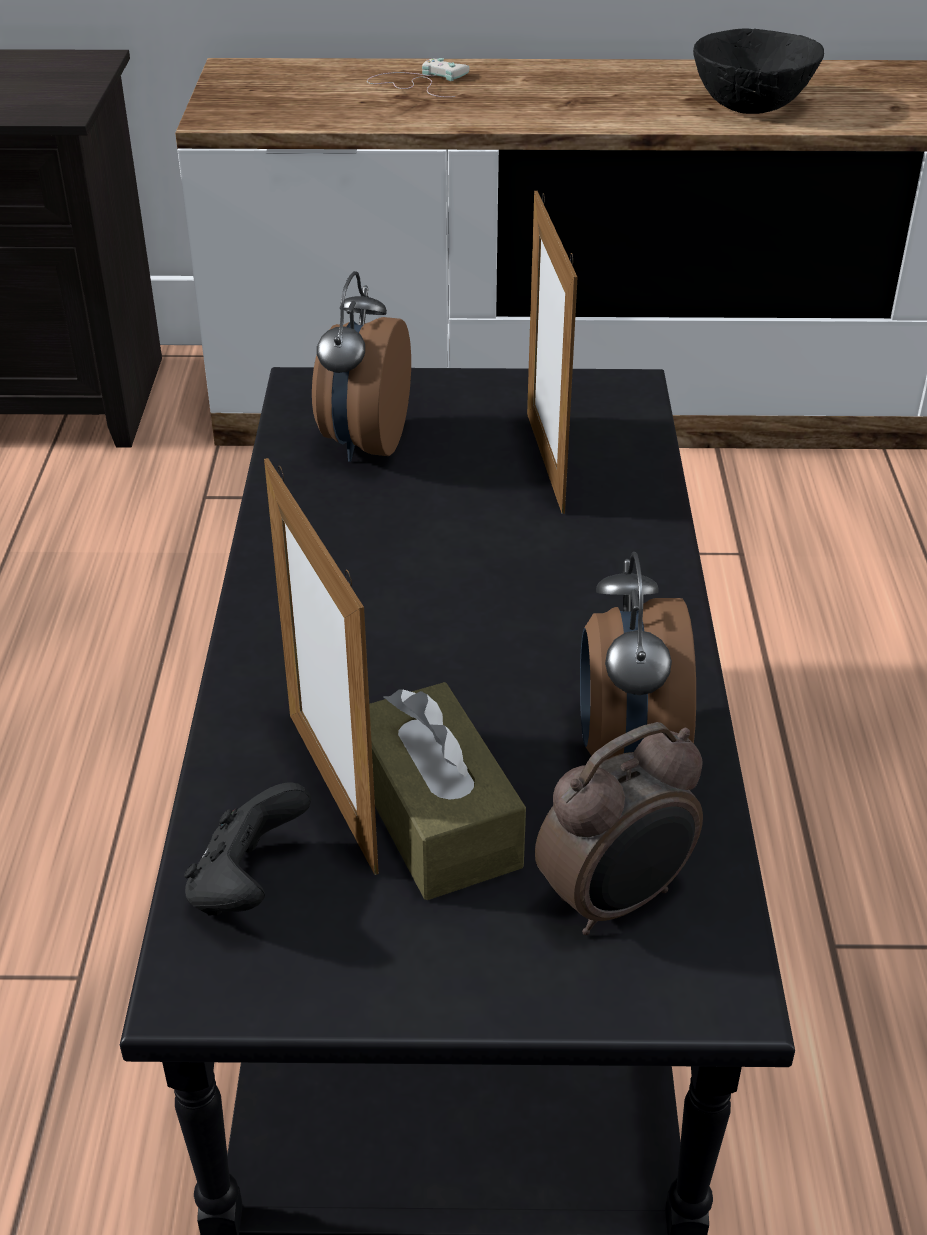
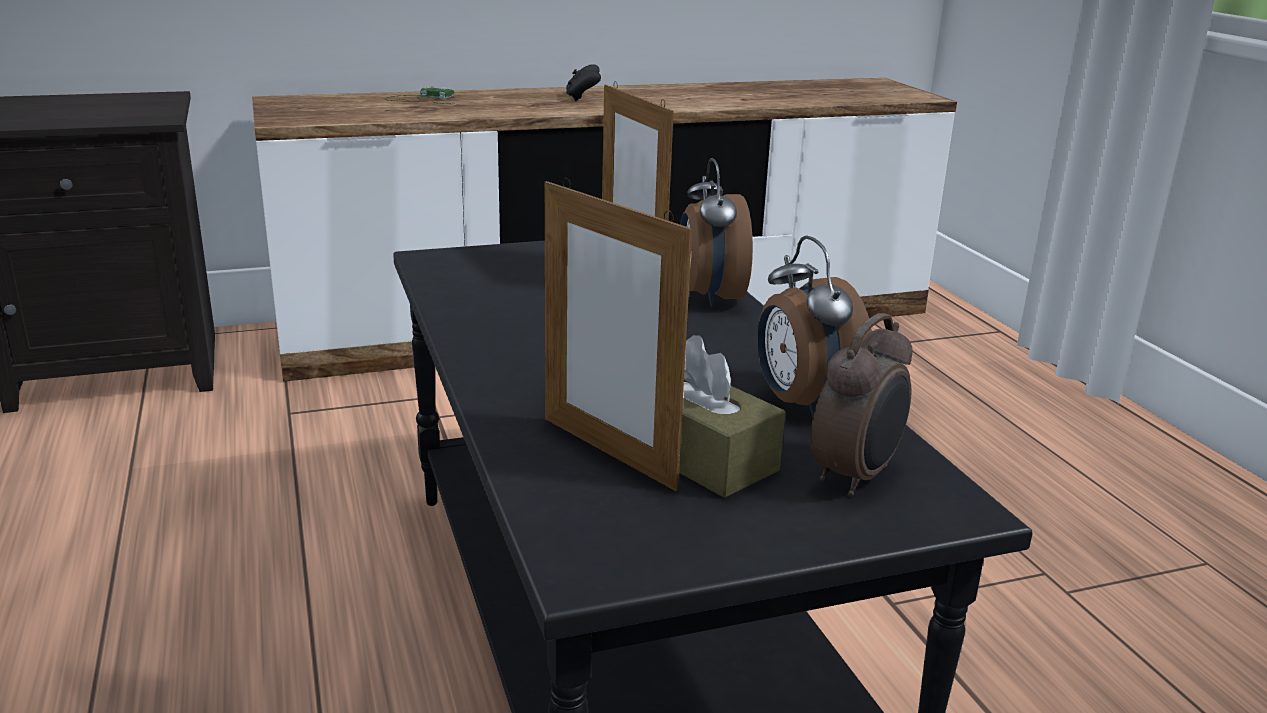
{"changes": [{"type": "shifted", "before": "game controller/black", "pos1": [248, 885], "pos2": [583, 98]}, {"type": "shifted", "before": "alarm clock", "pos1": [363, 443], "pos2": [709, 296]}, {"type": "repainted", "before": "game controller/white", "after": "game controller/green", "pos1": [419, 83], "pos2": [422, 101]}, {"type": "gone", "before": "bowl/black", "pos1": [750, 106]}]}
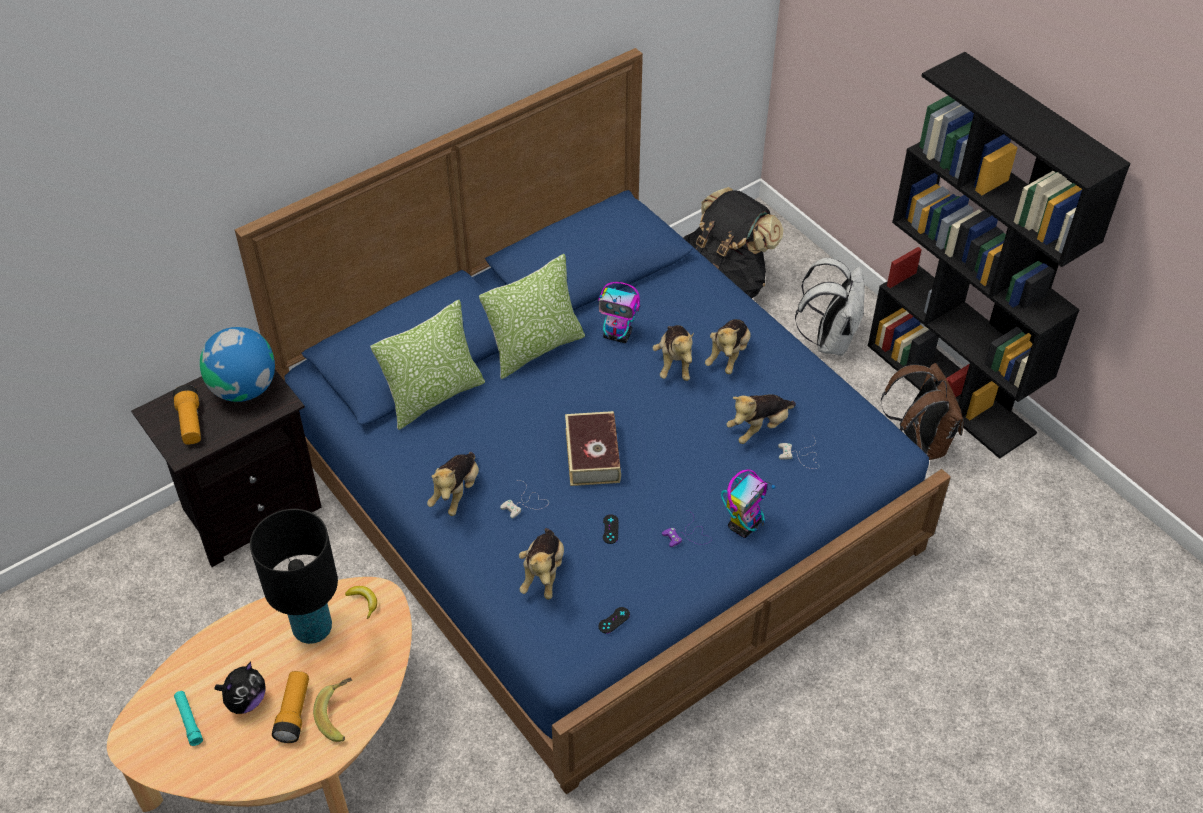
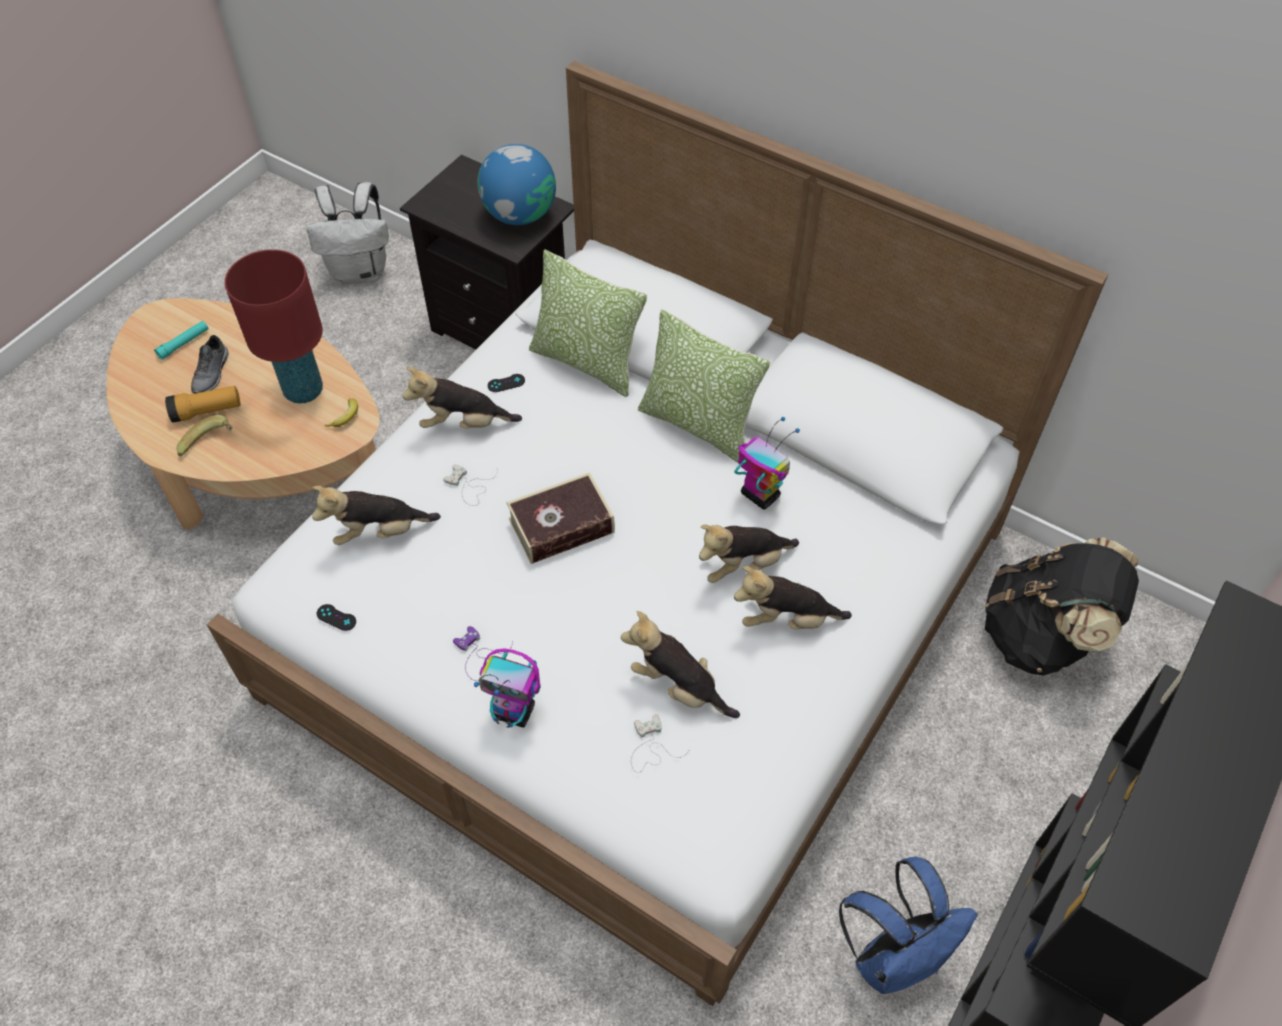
{"changes": [{"type": "gone", "before": "flashlight", "pos1": [190, 423]}, {"type": "swapped", "before": "plush toy", "after": "shoe/grey", "pos1": [245, 701], "pos2": [212, 373]}, {"type": "repainted", "before": "bed/blue", "after": "bed/white", "pos1": [600, 496], "pos2": [641, 608]}, {"type": "repainted", "before": "table lamp/black", "after": "table lamp/red", "pos1": [313, 628], "pos2": [304, 390]}, {"type": "rotated", "before": "toy robot", "pos1": [618, 335], "pos2": [759, 495], "turn": 135}, {"type": "shifted", "before": "game controller/black", "pos1": [610, 529], "pos2": [506, 383]}, {"type": "shifted", "before": "backpack/white", "pos1": [830, 340], "pos2": [361, 271]}, {"type": "repainted", "before": "backpack/brown", "after": "backpack/blue", "pos1": [919, 443], "pos2": [893, 955]}]}
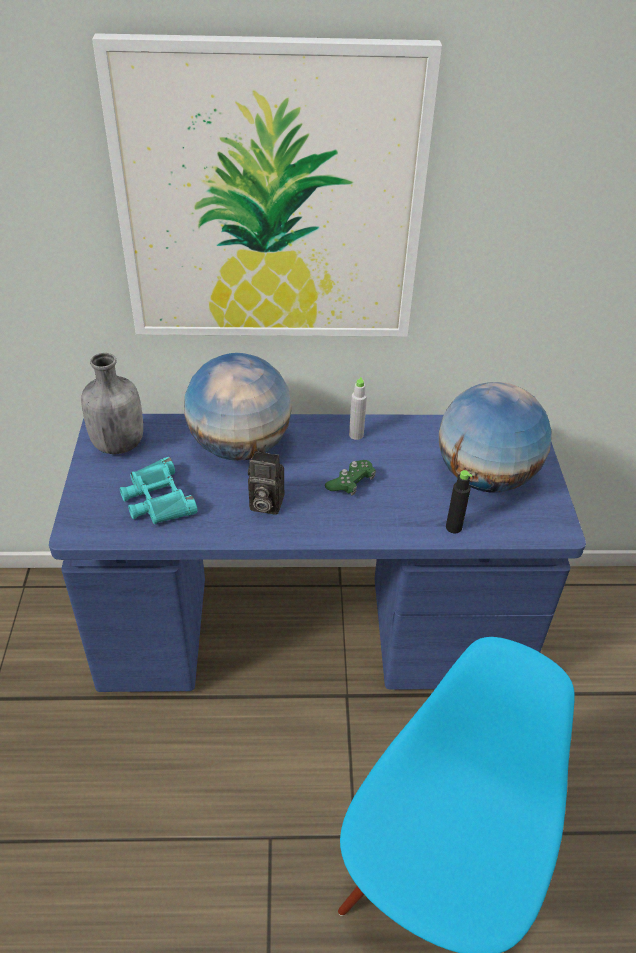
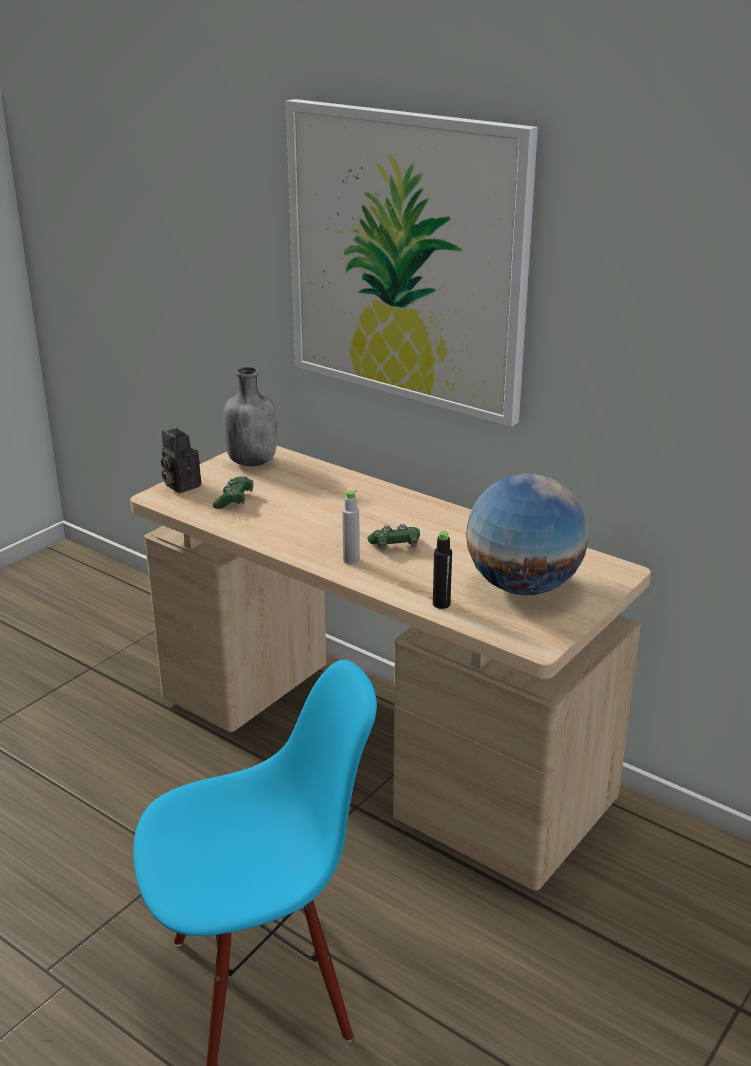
{"changes": [{"type": "repainted", "before": "desk/blue", "after": "desk/beige", "pos1": [312, 634], "pos2": [376, 749]}, {"type": "swapped", "before": "binoculars/turquoise", "after": "game controller/green", "pos1": [157, 499], "pos2": [234, 500]}, {"type": "gone", "before": "globe", "pos1": [240, 446]}, {"type": "shifted", "before": "photo camera", "pos1": [264, 504], "pos2": [180, 485]}, {"type": "shifted", "before": "bottle/grey", "pos1": [356, 435], "pos2": [351, 560]}]}
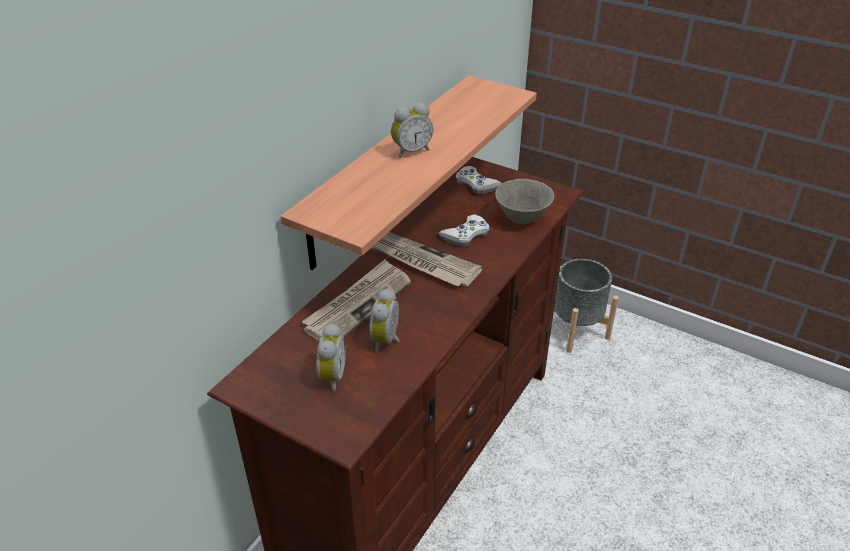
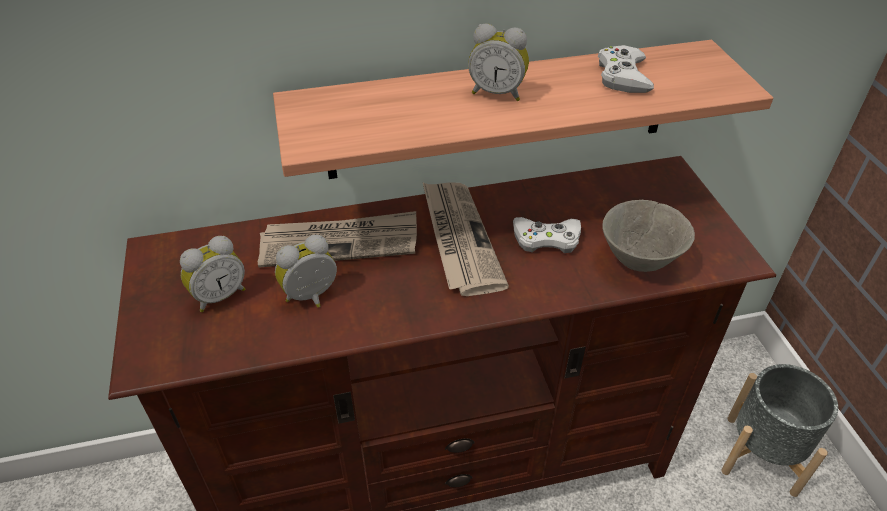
{"changes": [{"type": "shifted", "before": "game controller/white", "pos1": [476, 184], "pos2": [622, 76]}]}
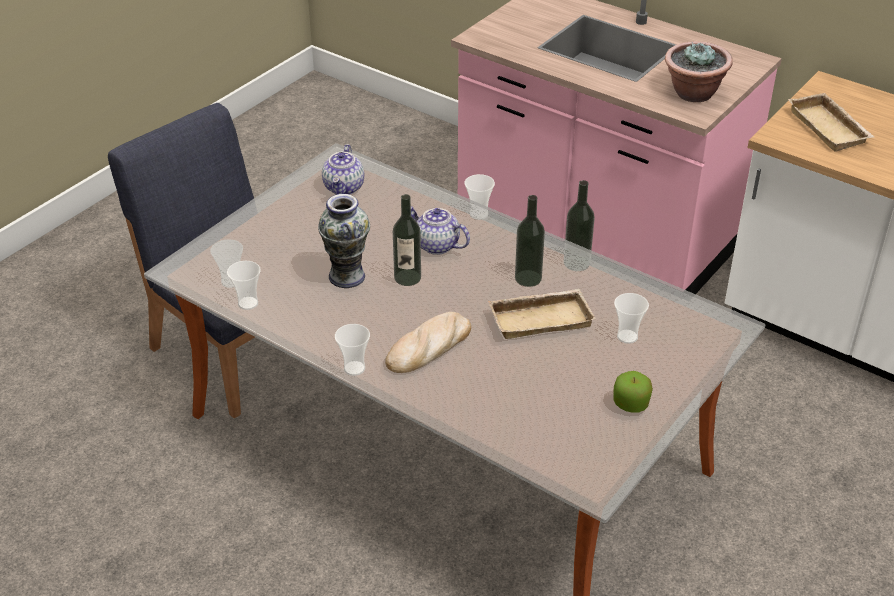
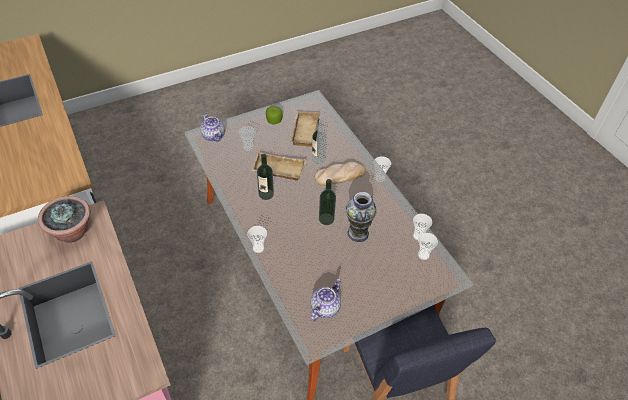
{"changes": [{"type": "shifted", "before": "teapot", "pos1": [436, 245], "pos2": [214, 136]}, {"type": "shifted", "before": "bottle", "pos1": [576, 263], "pos2": [318, 159]}, {"type": "shifted", "before": "tray/beige", "pos1": [830, 128], "pos2": [304, 131]}]}
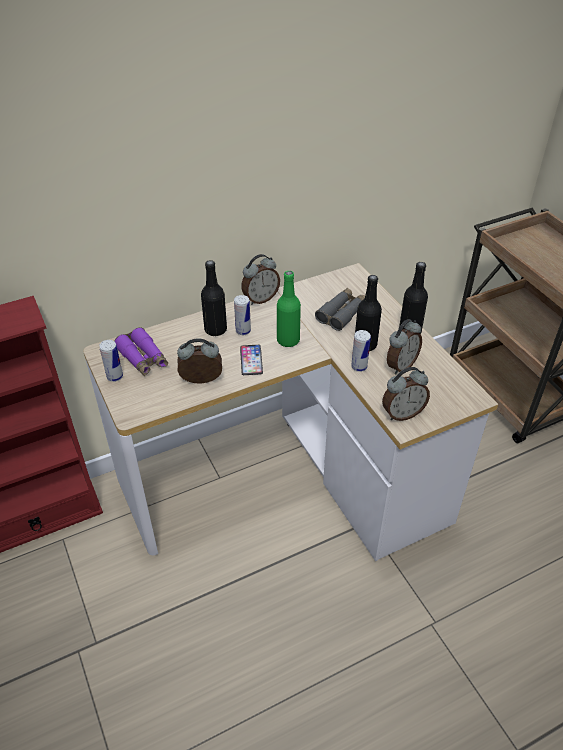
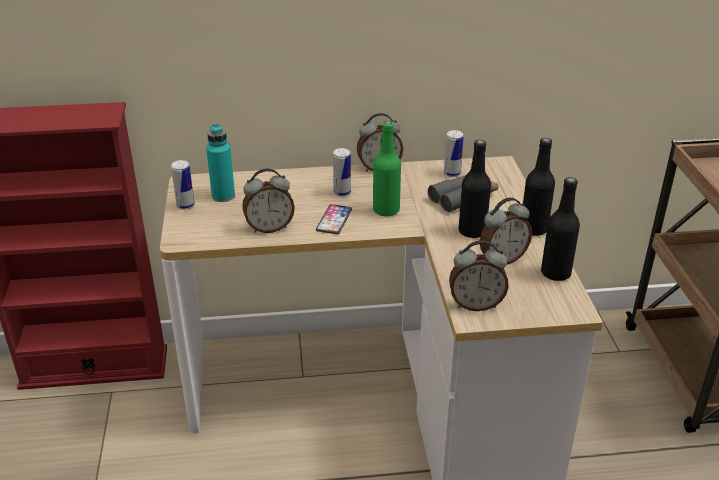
{"changes": [{"type": "swapped", "before": "binoculars/purple", "after": "bottle/turquoise", "pos1": [143, 358], "pos2": [223, 196]}, {"type": "rotated", "before": "alarm clock", "pos1": [201, 382], "pos2": [269, 228], "turn": 150}, {"type": "shifted", "before": "bottle/black", "pos1": [215, 330], "pos2": [555, 273]}, {"type": "shifted", "before": "can", "pos1": [359, 367], "pos2": [452, 173]}]}
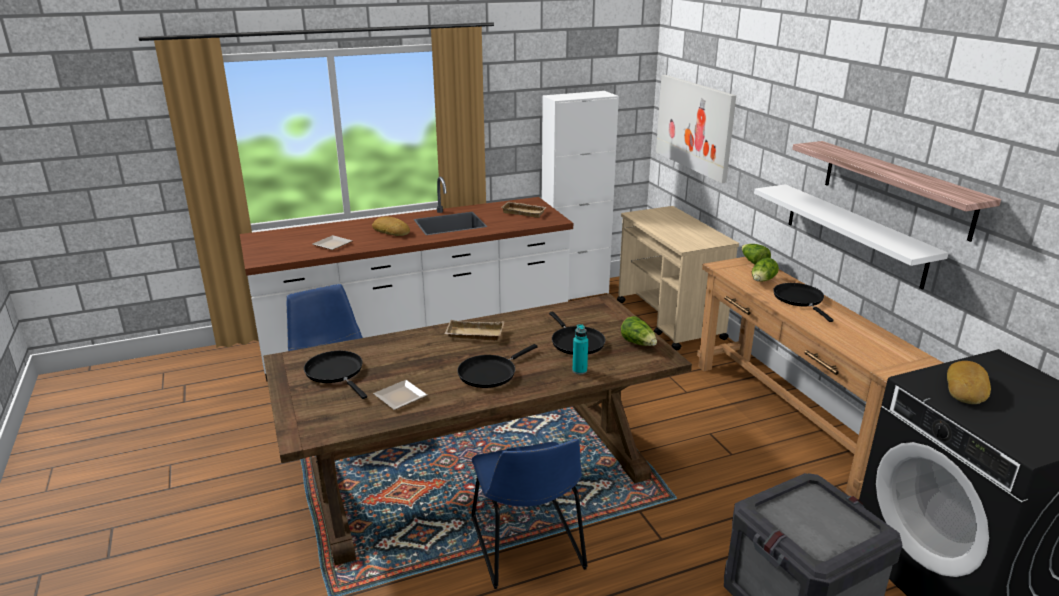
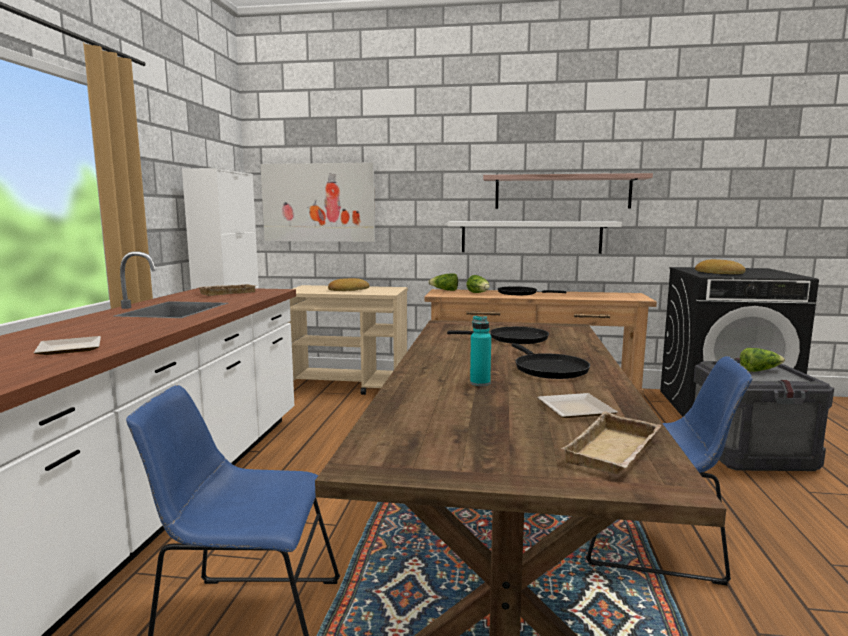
{"changes": [{"type": "gone", "before": "frying pan/black", "pos1": [336, 372]}, {"type": "shifted", "before": "bread", "pos1": [392, 231], "pos2": [348, 290]}, {"type": "shifted", "before": "tray/beige", "pos1": [473, 335], "pos2": [615, 453]}, {"type": "shifted", "before": "bottle/turquoise", "pos1": [579, 370], "pos2": [480, 383]}, {"type": "shifted", "before": "lettuce", "pos1": [638, 343], "pos2": [759, 370]}]}
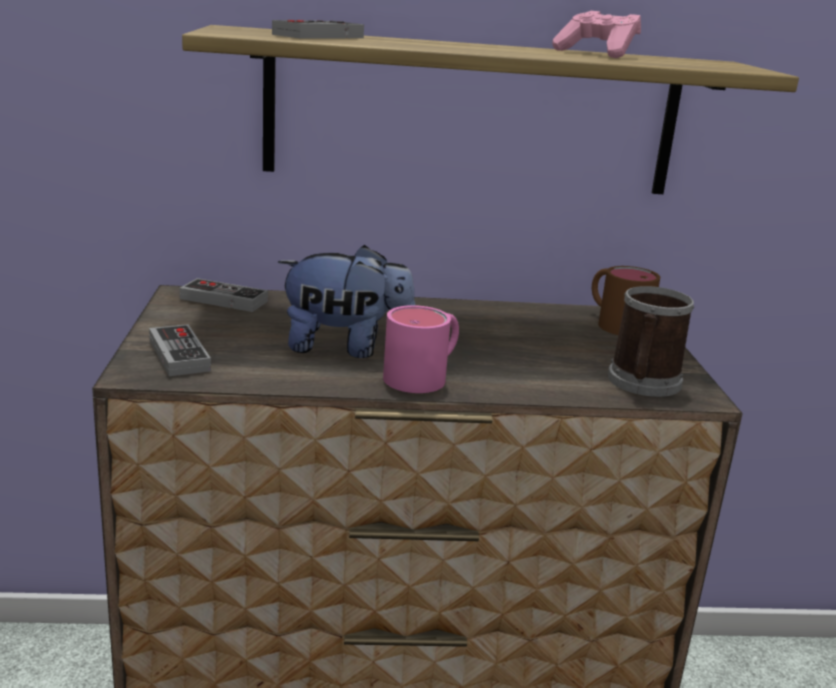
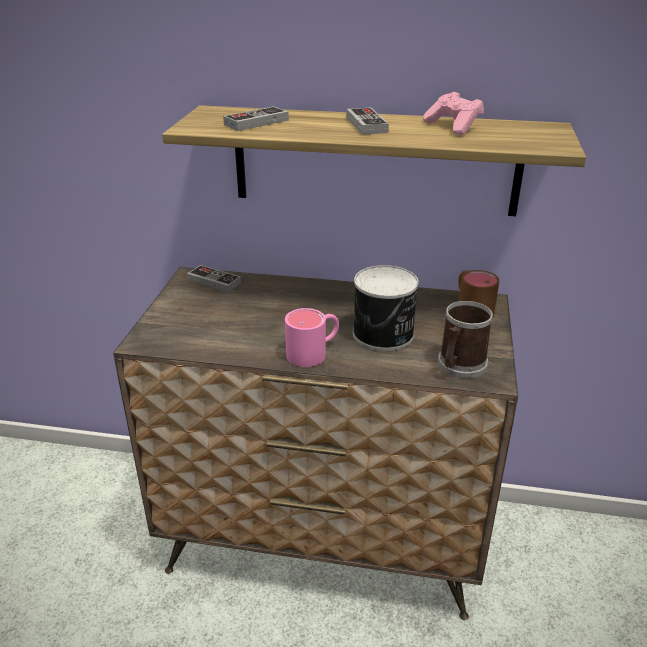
{"changes": [{"type": "shifted", "before": "game controller", "pos1": [179, 355], "pos2": [366, 125]}, {"type": "gone", "before": "plush toy", "pos1": [345, 348]}, {"type": "new", "after": "can", "pos2": [384, 334]}]}
